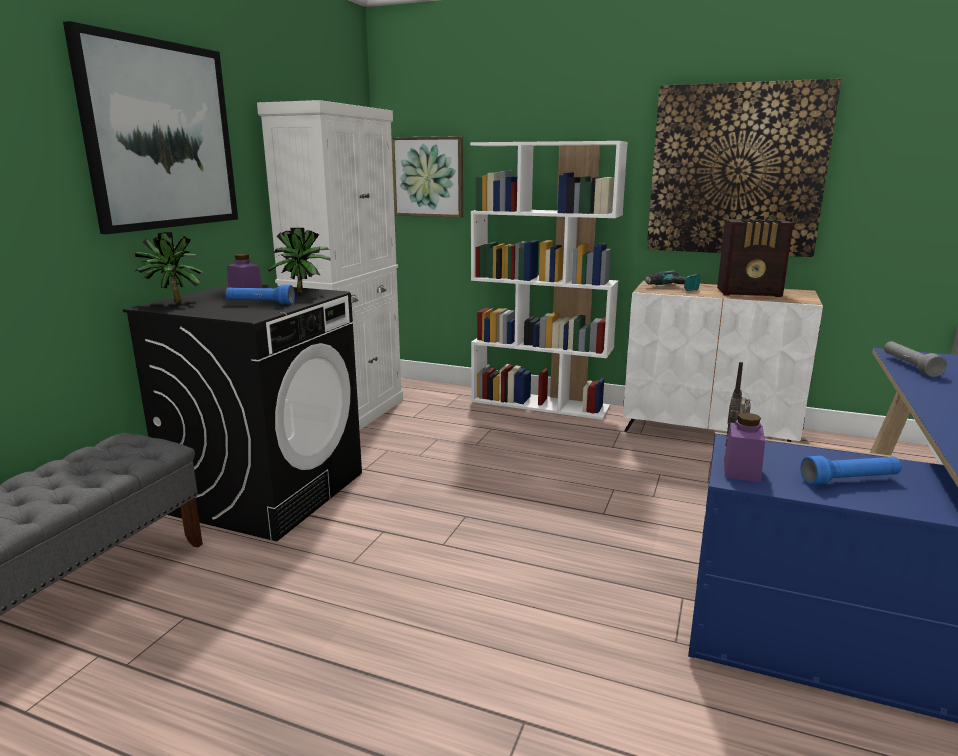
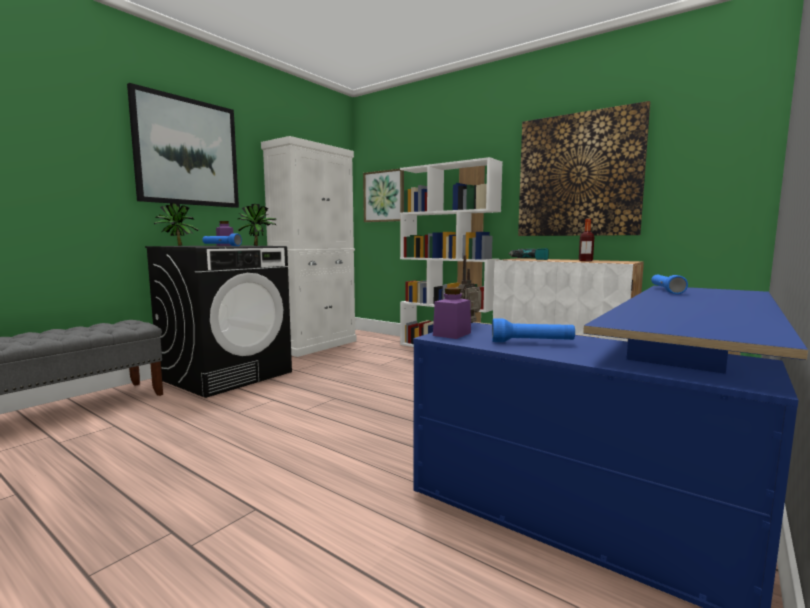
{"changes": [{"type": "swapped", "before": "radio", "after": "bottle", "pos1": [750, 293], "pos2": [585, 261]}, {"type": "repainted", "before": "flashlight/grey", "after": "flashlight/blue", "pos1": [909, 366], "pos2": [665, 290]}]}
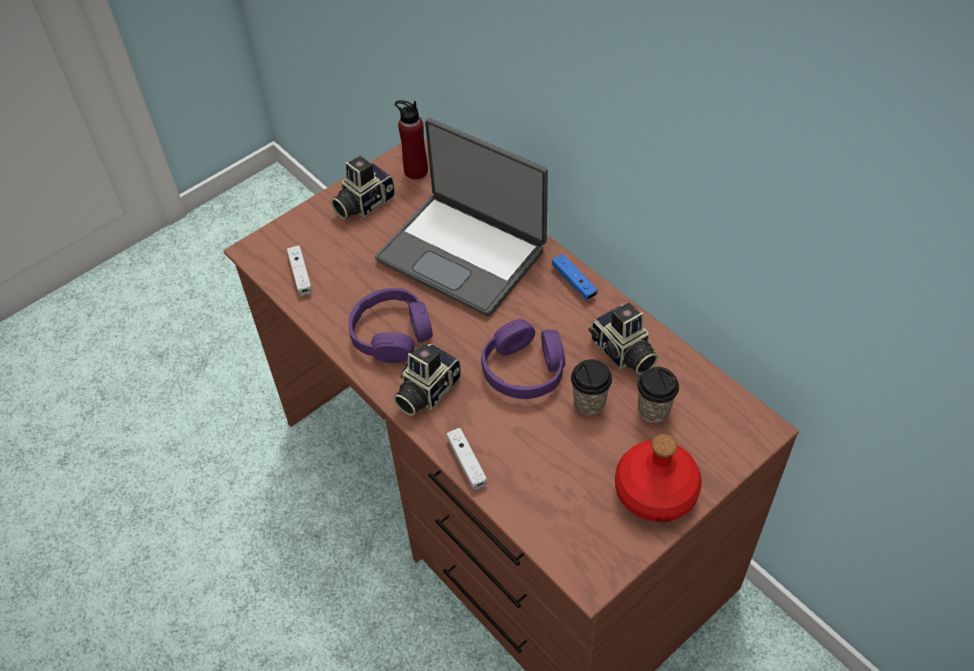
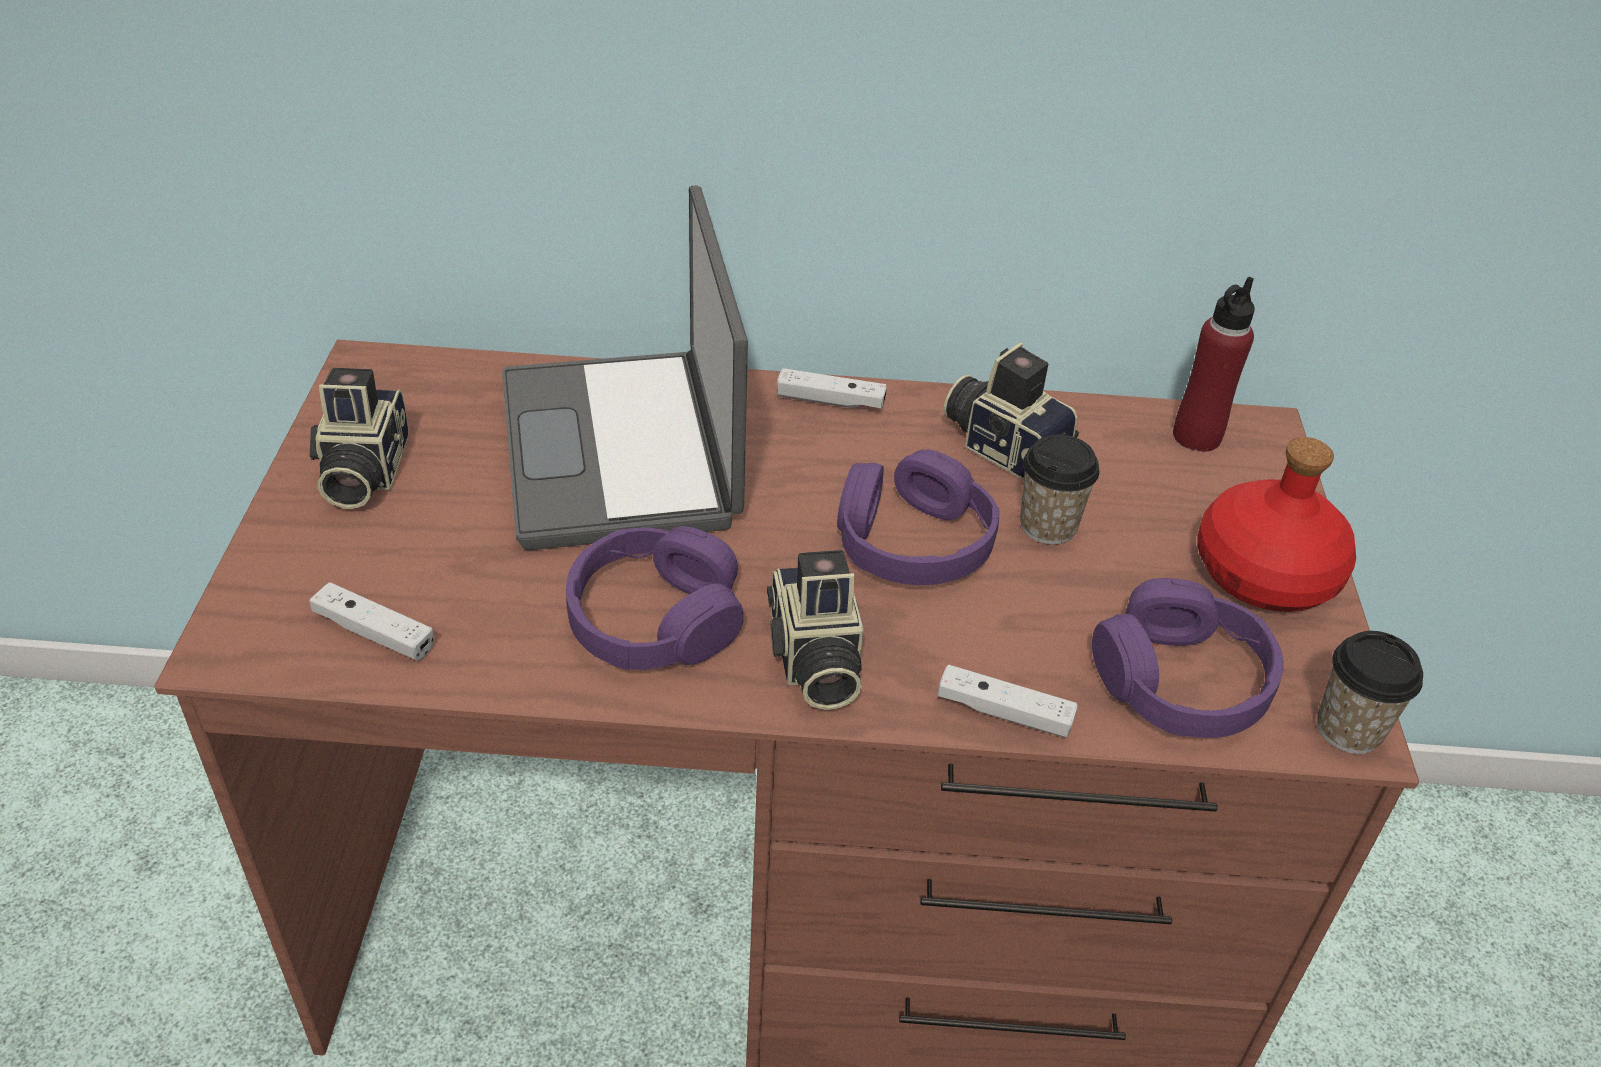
{"changes": [{"type": "rotated", "before": "laptop", "pos1": [463, 253], "pos2": [624, 451], "turn": 90}, {"type": "shifted", "before": "bottle/red", "pos1": [416, 171], "pos2": [1196, 436]}, {"type": "repainted", "before": "game controller/blue", "after": "game controller/white", "pos1": [574, 282], "pos2": [830, 401]}, {"type": "rotated", "before": "photo camera", "pos1": [622, 353], "pos2": [1005, 445], "turn": -150}, {"type": "shifted", "before": "cup", "pos1": [654, 410], "pos2": [1348, 729]}, {"type": "new", "after": "headphones/purple", "pos2": [1180, 681]}]}
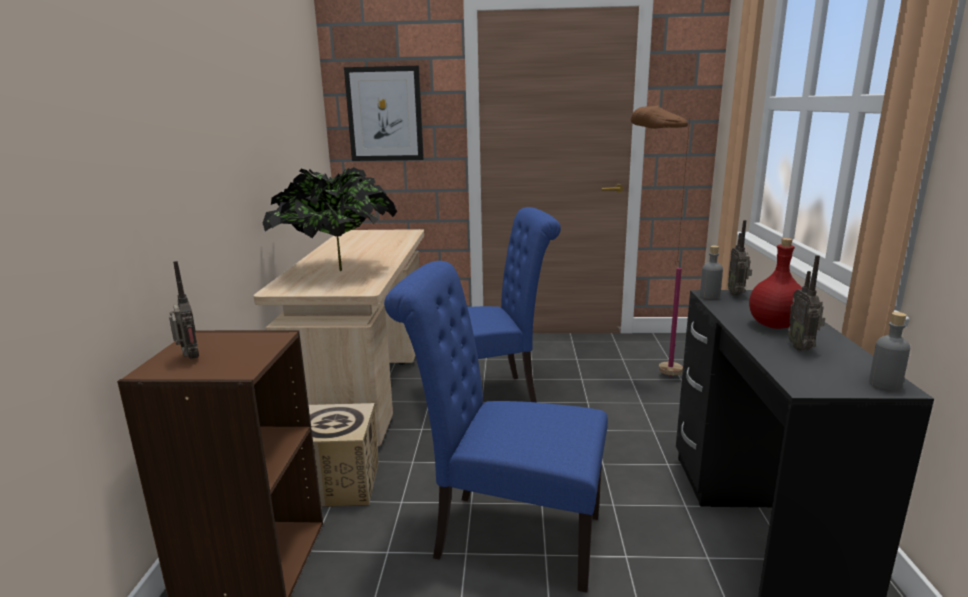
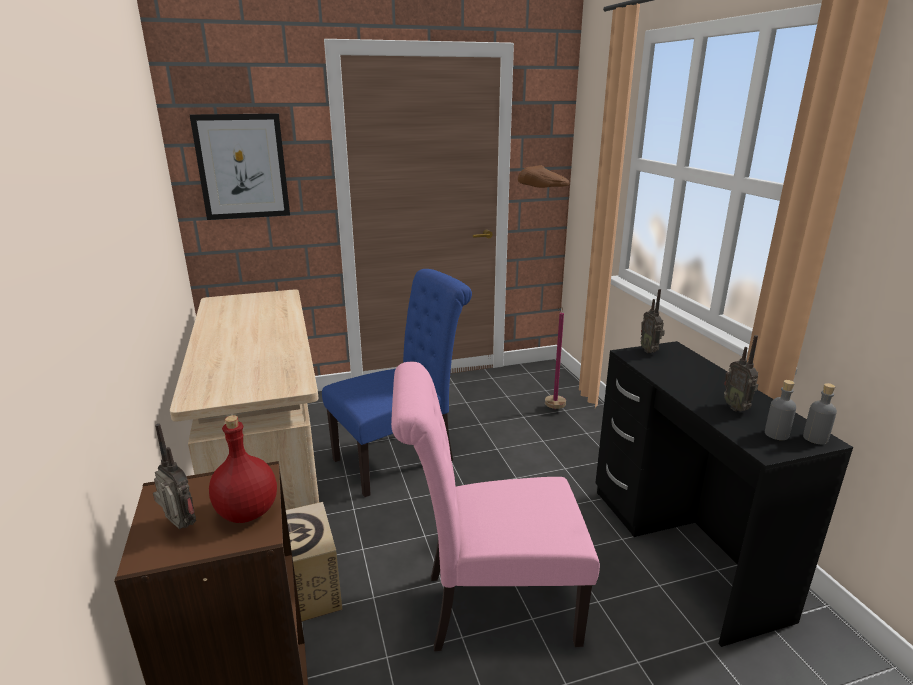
{"changes": [{"type": "gone", "before": "potted plant", "pos1": [337, 271]}, {"type": "repainted", "before": "chair/blue", "after": "chair/pink", "pos1": [507, 535], "pos2": [490, 607]}, {"type": "shifted", "before": "bottle/grey", "pos1": [709, 296], "pos2": [776, 434]}, {"type": "shifted", "before": "bottle/red", "pos1": [775, 325], "pos2": [247, 513]}]}
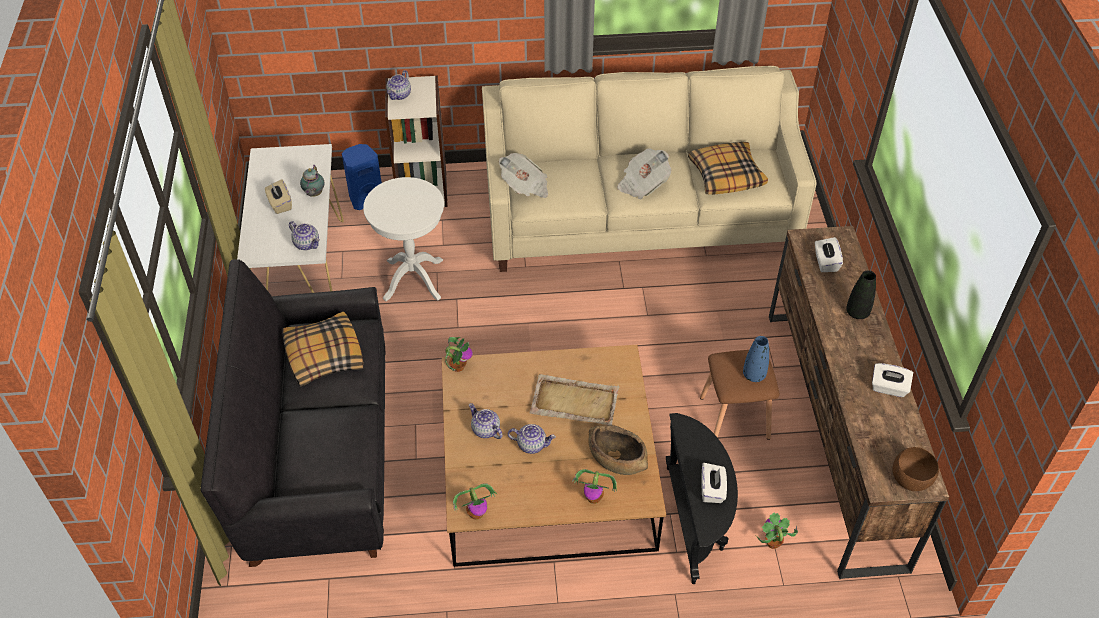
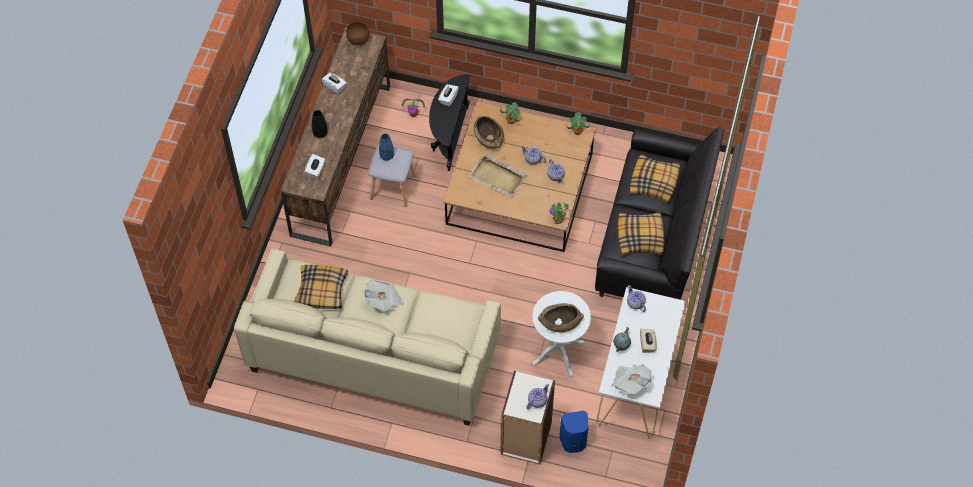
{"changes": [{"type": "shifted", "before": "newspaper", "pos1": [525, 186], "pos2": [630, 382]}, {"type": "repainted", "before": "stool/brown", "after": "stool/grey", "pos1": [733, 416], "pos2": [393, 188]}, {"type": "new", "after": "bowl/brown", "pos2": [560, 322]}, {"type": "new", "after": "pillow", "pos2": [654, 182]}]}
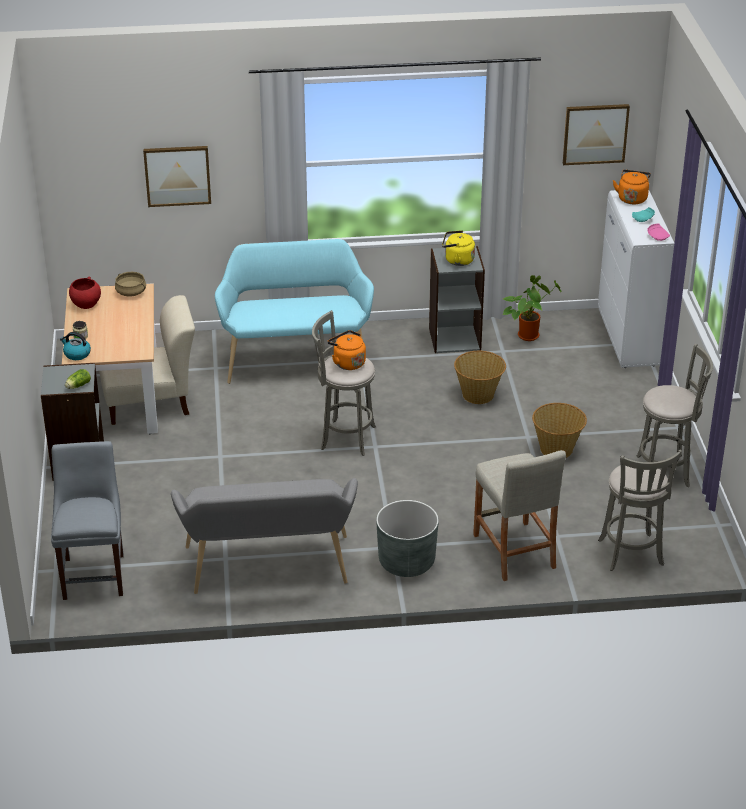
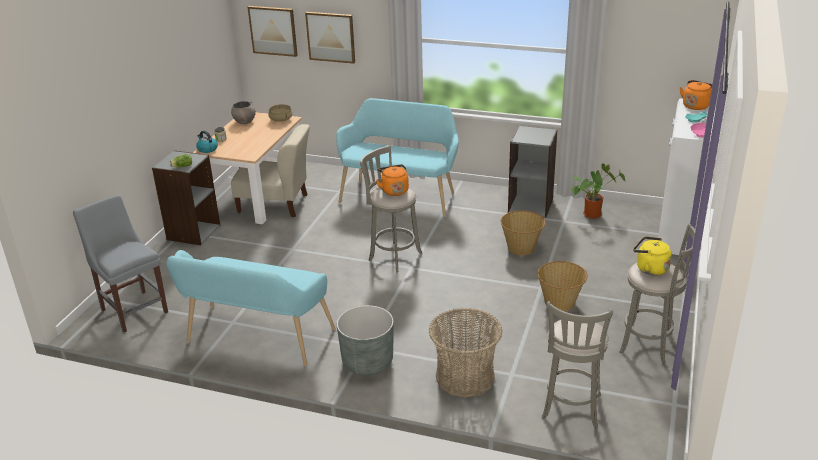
{"changes": [{"type": "rotated", "before": "chair/grey", "pos1": [94, 574], "pos2": [133, 309], "turn": -60}, {"type": "repainted", "before": "bowl/red", "after": "bowl/grey", "pos1": [86, 304], "pos2": [244, 121]}, {"type": "repainted", "before": "bench/grey", "after": "bench/turquoise", "pos1": [268, 570], "pos2": [256, 339]}, {"type": "shifted", "before": "kettle/yellow", "pos1": [457, 260], "pos2": [650, 268]}, {"type": "swapped", "before": "stool/beige", "after": "basket", "pos1": [514, 551], "pos2": [465, 377]}, {"type": "shifted", "before": "picture", "pos1": [595, 133], "pos2": [273, 30]}]}
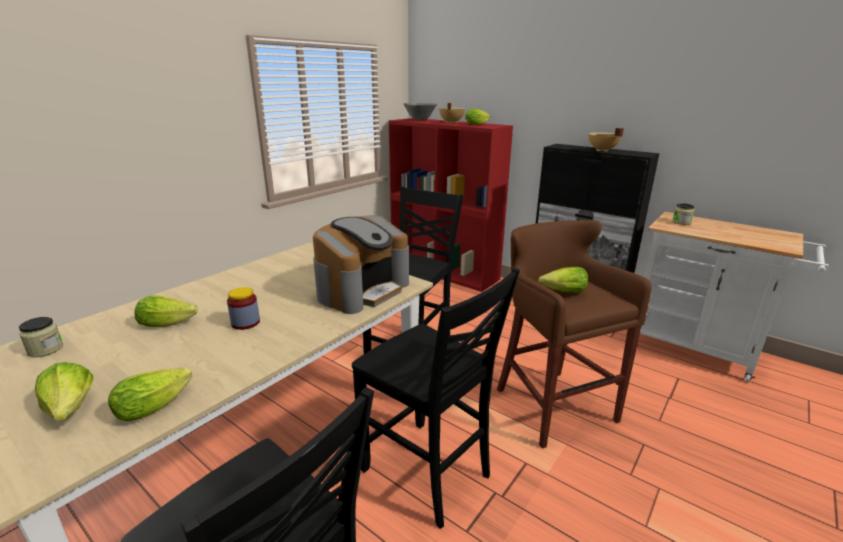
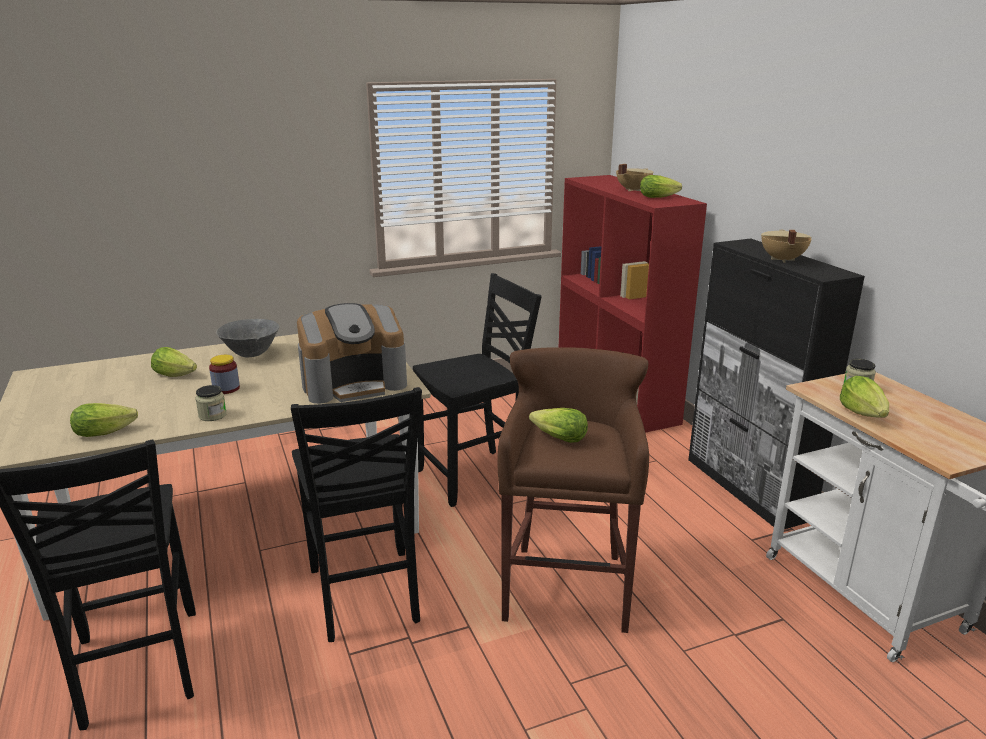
{"changes": [{"type": "shifted", "before": "jar", "pos1": [45, 349], "pos2": [212, 415]}, {"type": "shifted", "before": "lettuce", "pos1": [71, 408], "pos2": [863, 413]}, {"type": "shifted", "before": "bowl/grey", "pos1": [420, 120], "pos2": [252, 354]}]}
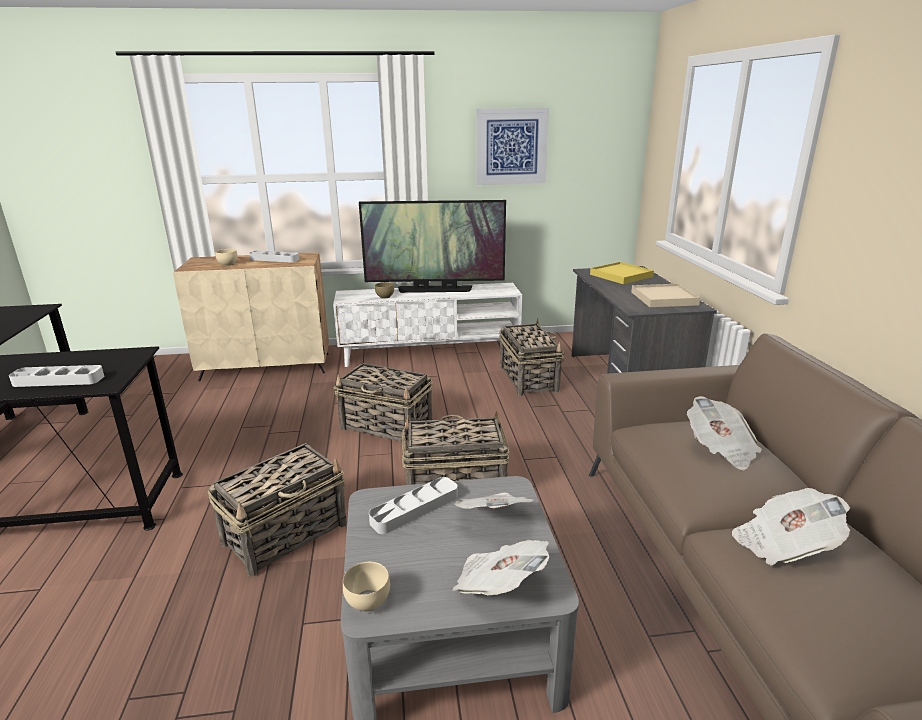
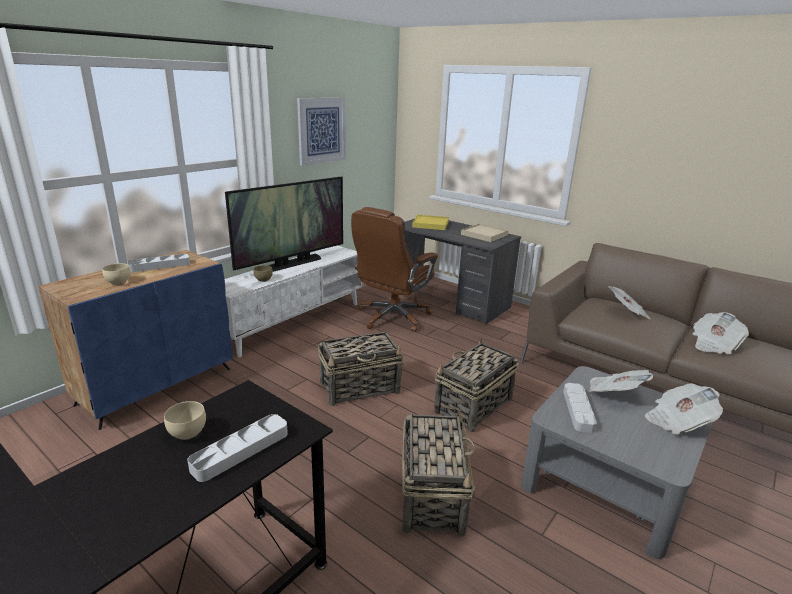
{"changes": [{"type": "repainted", "before": "cabinet/beige", "after": "cabinet/blue", "pos1": [267, 366], "pos2": [157, 385]}, {"type": "shifted", "before": "bowl/beige", "pos1": [369, 602], "pos2": [189, 432]}, {"type": "swapped", "before": "basket", "after": "office chair/brown", "pos1": [528, 378], "pos2": [392, 317]}]}
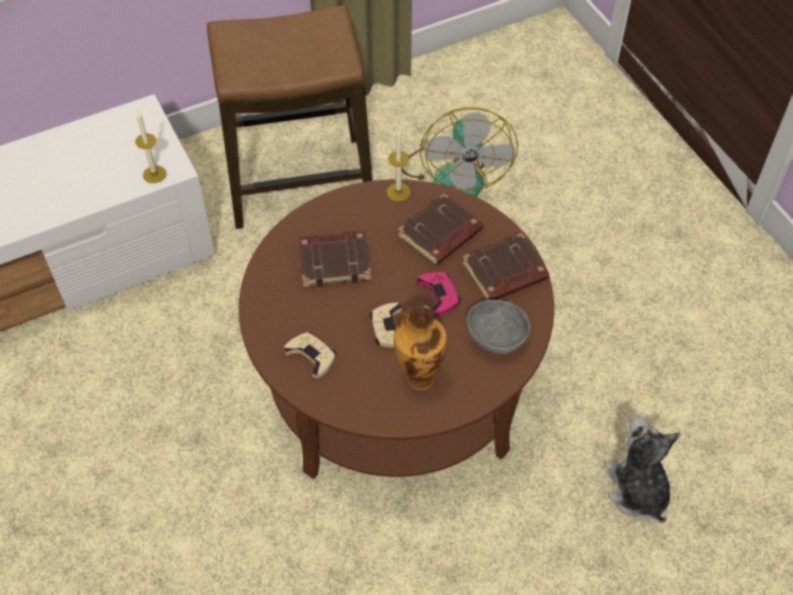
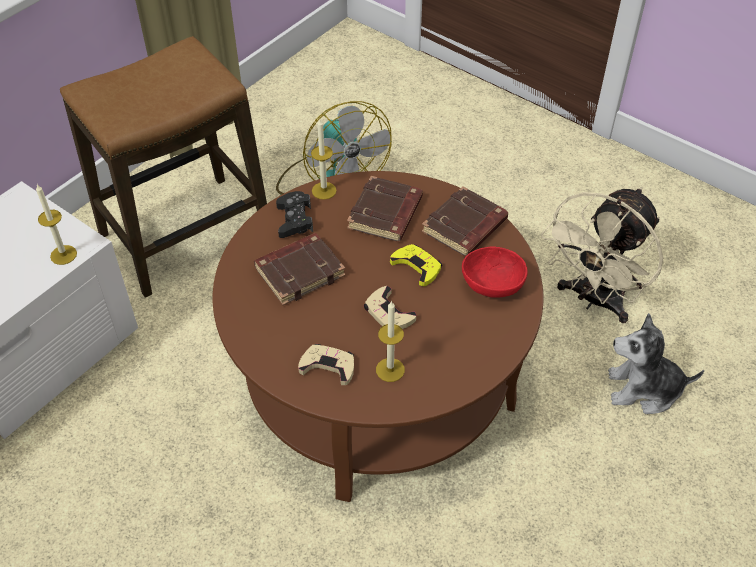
{"changes": [{"type": "gone", "before": "vase", "pos1": [419, 377]}, {"type": "repainted", "before": "game controller/pink", "after": "game controller/yellow", "pos1": [439, 295], "pos2": [417, 267]}, {"type": "repainted", "before": "bowl/grey", "after": "bowl/red", "pos1": [496, 336], "pos2": [492, 284]}, {"type": "rotated", "before": "plush toy", "pos1": [637, 489], "pos2": [643, 390], "turn": -45}, {"type": "new", "after": "game controller/black", "pos2": [294, 220]}, {"type": "new", "after": "candle", "pos2": [390, 370]}, {"type": "new", "after": "fan/beige", "pos2": [594, 300]}]}
